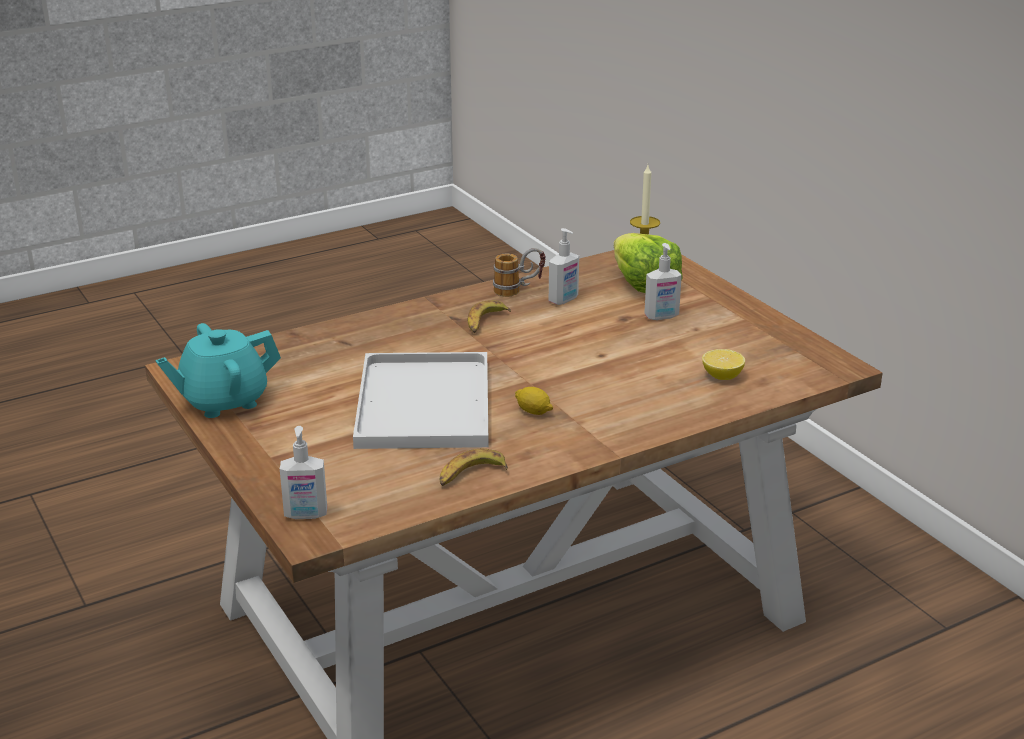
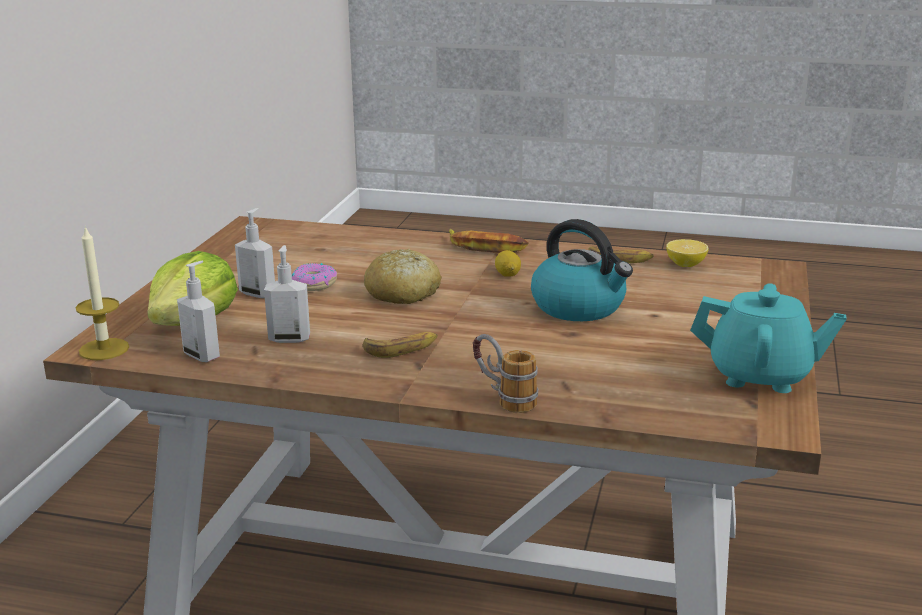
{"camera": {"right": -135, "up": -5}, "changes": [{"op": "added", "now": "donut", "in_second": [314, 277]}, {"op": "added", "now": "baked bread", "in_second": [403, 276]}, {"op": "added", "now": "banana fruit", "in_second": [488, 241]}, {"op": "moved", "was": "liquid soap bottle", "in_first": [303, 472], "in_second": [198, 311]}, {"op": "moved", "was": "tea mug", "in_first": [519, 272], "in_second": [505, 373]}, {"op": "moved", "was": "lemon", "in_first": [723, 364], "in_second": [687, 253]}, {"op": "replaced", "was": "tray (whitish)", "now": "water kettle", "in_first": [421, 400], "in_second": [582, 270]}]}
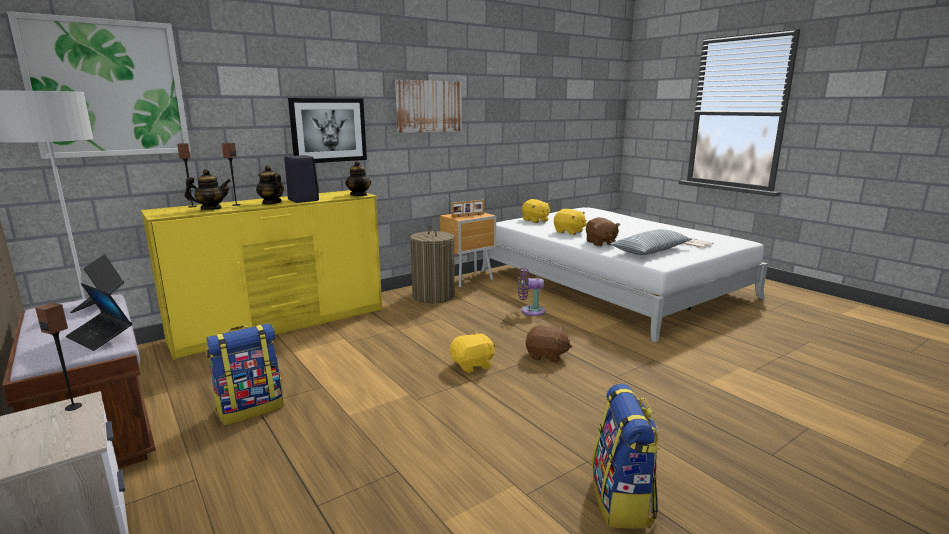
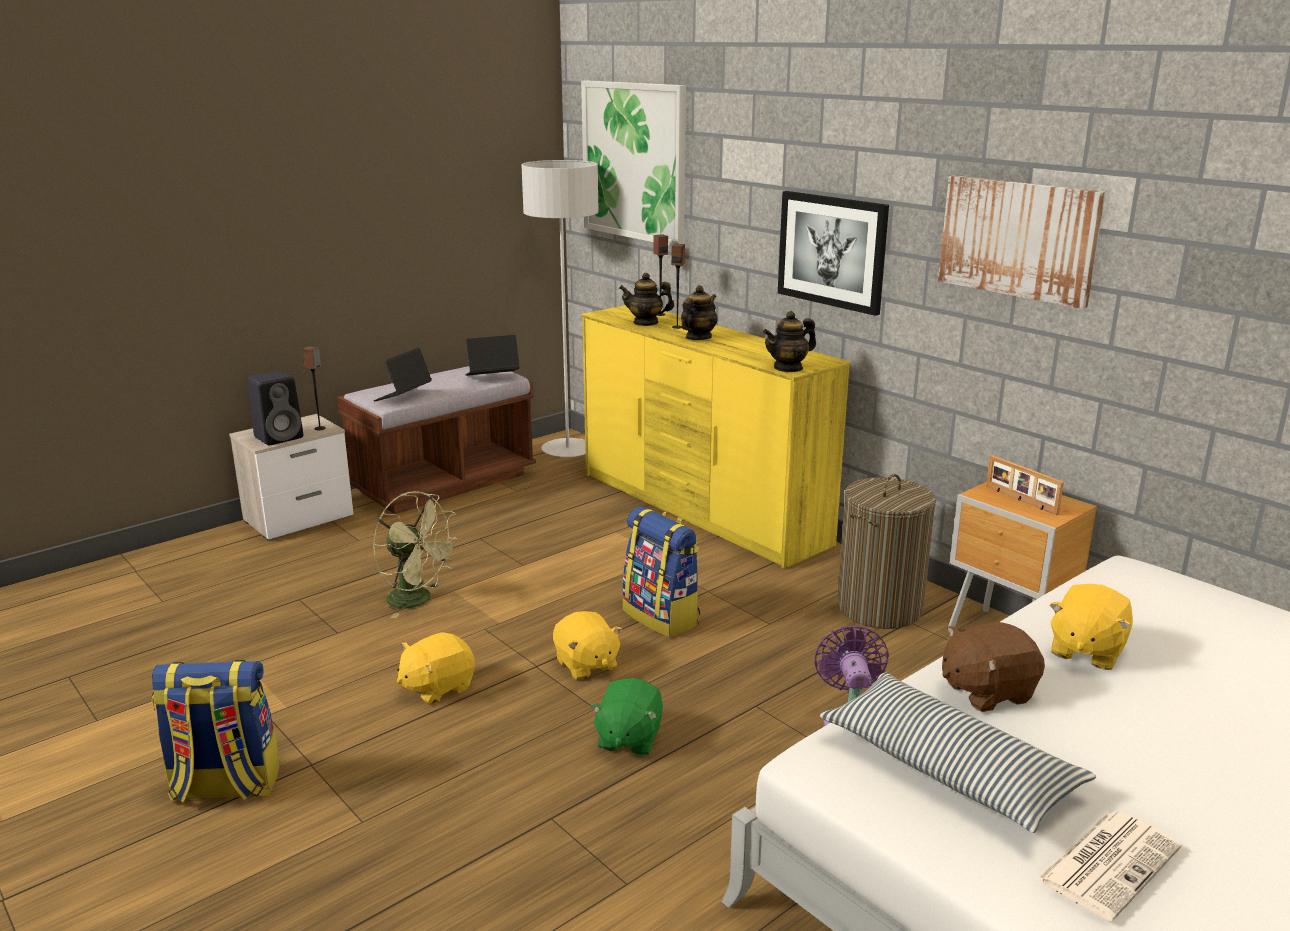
{"camera": {"right": 85, "up": 5}, "changes": [{"op": "added", "now": "fan (green)", "in_second": [417, 554]}, {"op": "moved", "was": "backpack", "in_first": [245, 374], "in_second": [661, 572]}, {"op": "moved", "was": "audio speaker (blackish)", "in_first": [301, 179], "in_second": [275, 408]}, {"op": "moved", "was": "cuddly toy (yellowish)", "in_first": [536, 211], "in_second": [436, 668]}, {"op": "recoloured", "was": "cuddly toy (brown)", "now": "cuddly toy (green)", "in_first": [548, 344], "in_second": [626, 717]}, {"op": "turned", "was": "pot for tea", "in_first": [208, 189], "in_second": [646, 299], "clockwise": 120}]}
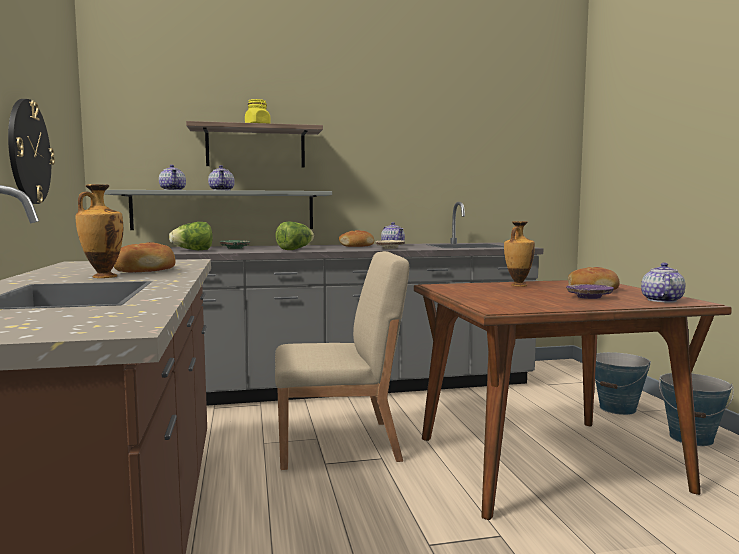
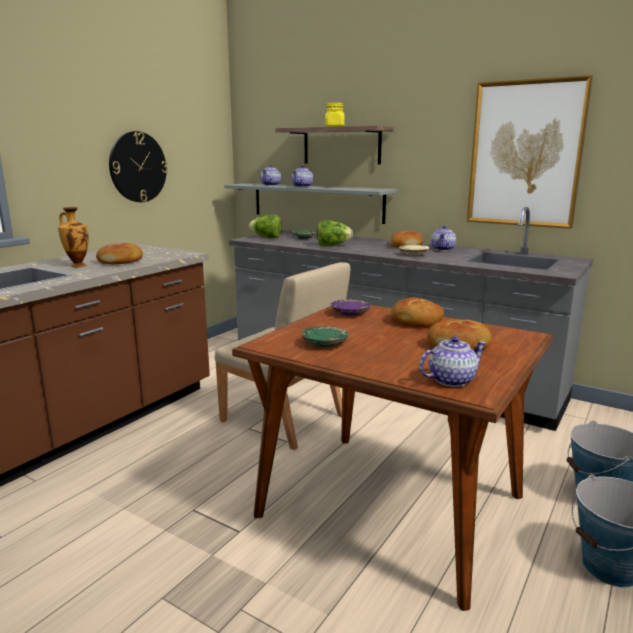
{"camera": {"right": 45, "up": 10}, "changes": [{"op": "added", "now": "plate (green)", "in_second": [325, 336]}, {"op": "added", "now": "wall art", "in_second": [530, 152]}, {"op": "moved", "was": "plate (purple)", "in_first": [590, 291], "in_second": [350, 308]}, {"op": "replaced", "was": "decorative vase", "now": "baked bread", "in_first": [519, 254], "in_second": [417, 312]}]}
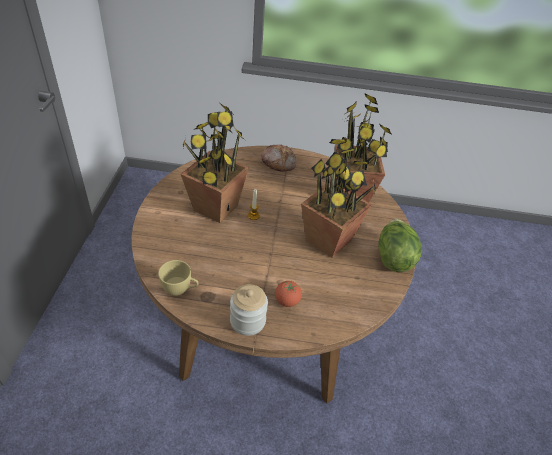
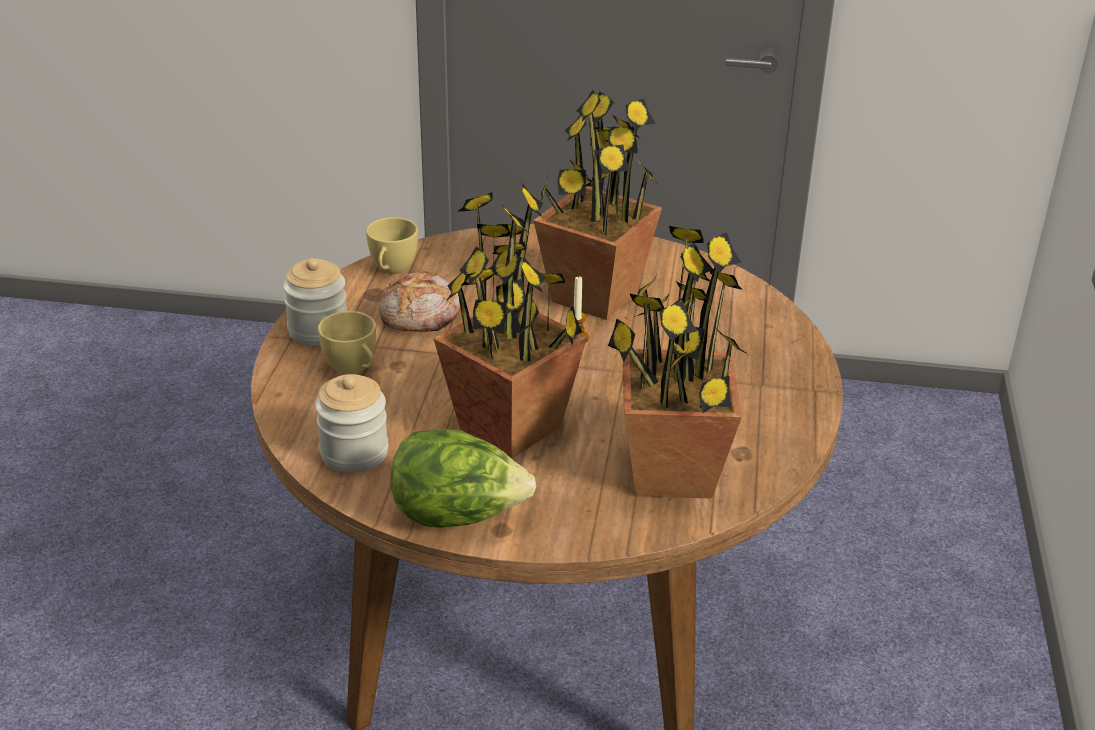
{"camera": {"right": 95, "up": -10}, "changes": [{"op": "added", "now": "jar", "in_second": [351, 423]}, {"op": "moved", "was": "baked bread", "in_first": [278, 158], "in_second": [419, 301]}, {"op": "replaced", "was": "fresh tomato", "now": "drinking cup (yellowish)", "in_first": [288, 294], "in_second": [347, 343]}]}
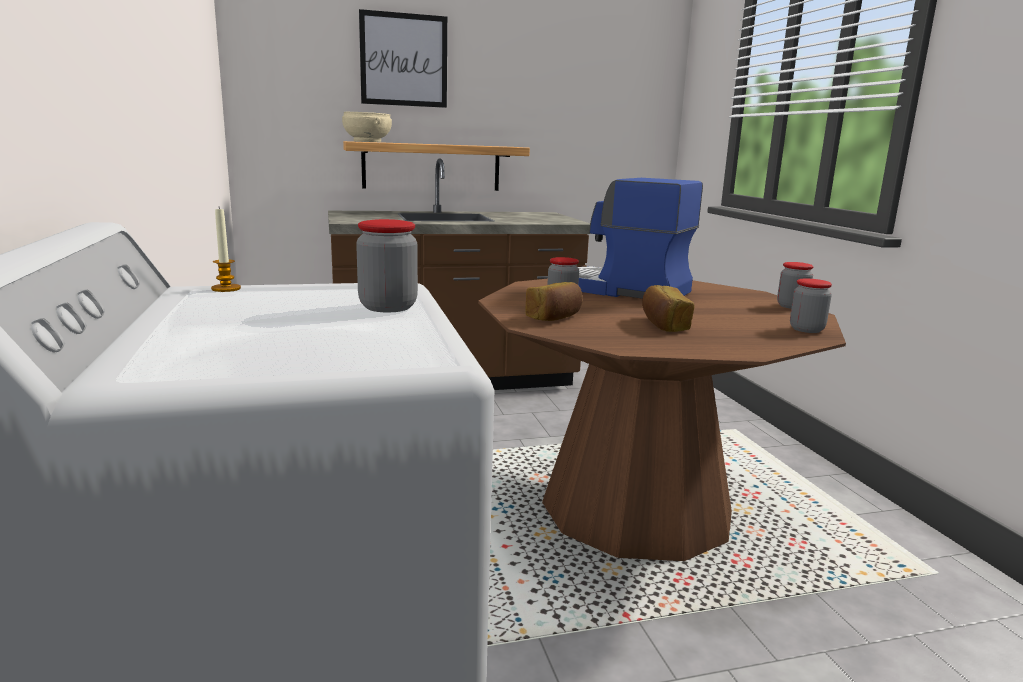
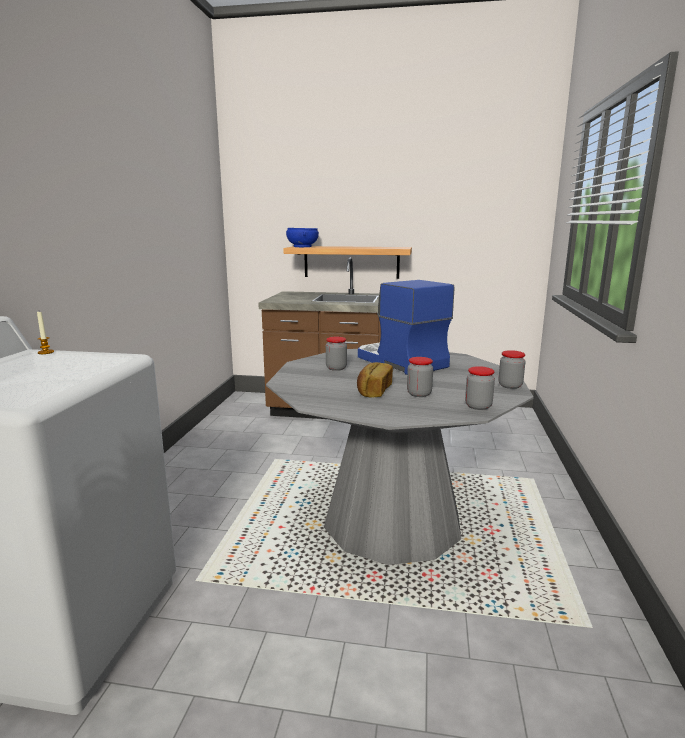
{"camera": {"right": 25, "up": 0}, "changes": [{"op": "removed", "was": "wall art", "in_first": [403, 58]}, {"op": "removed", "was": "baked bread", "in_first": [554, 301]}, {"op": "moved", "was": "jar", "in_first": [387, 265], "in_second": [420, 377]}, {"op": "recoloured", "was": "bowl (beige)", "now": "bowl (blue-coloured)", "in_first": [367, 127], "in_second": [302, 237]}, {"op": "recoloured", "was": "kitchen table (brown)", "now": "kitchen table (gray)", "in_first": [662, 420], "in_second": [400, 457]}]}
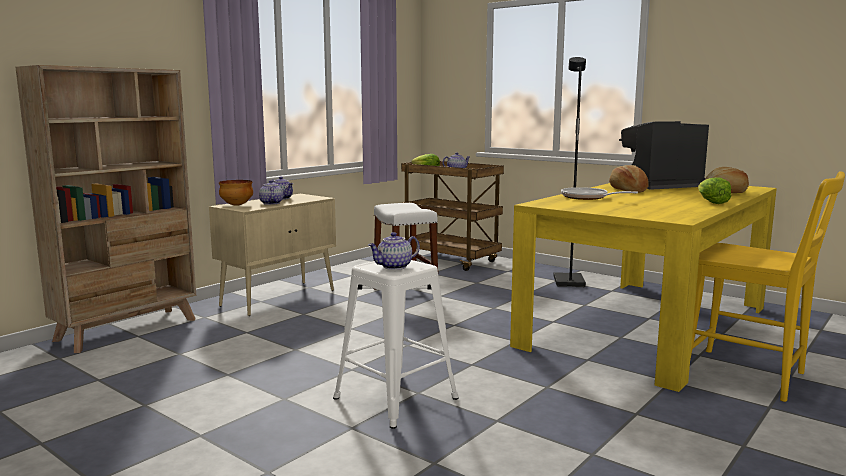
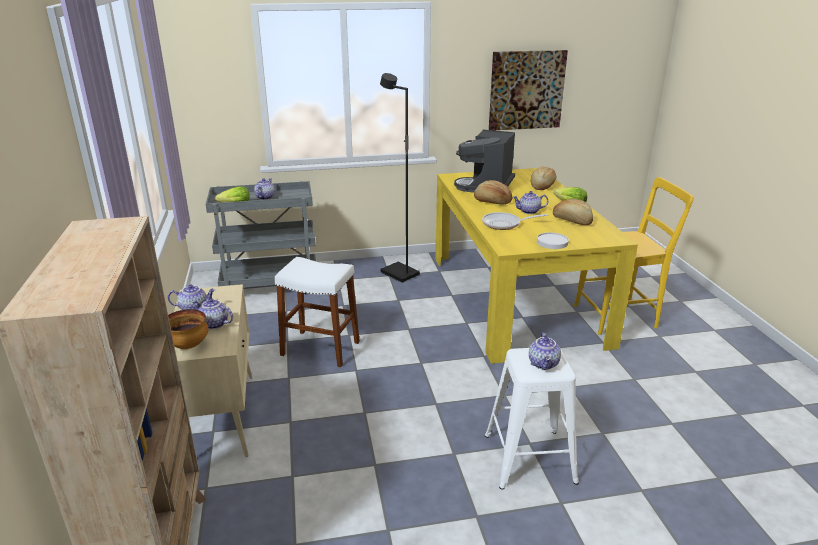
{"camera": {"right": -50, "up": 15}, "changes": [{"op": "added", "now": "wall art", "in_second": [528, 90]}, {"op": "added", "now": "pot for tea", "in_second": [530, 202]}, {"op": "added", "now": "plate (whitish)", "in_second": [553, 240]}, {"op": "added", "now": "baked bread", "in_second": [573, 212]}, {"op": "recoloured", "was": "trolley (brown)", "now": "trolley (gray)", "in_first": [452, 216], "in_second": [261, 238]}]}
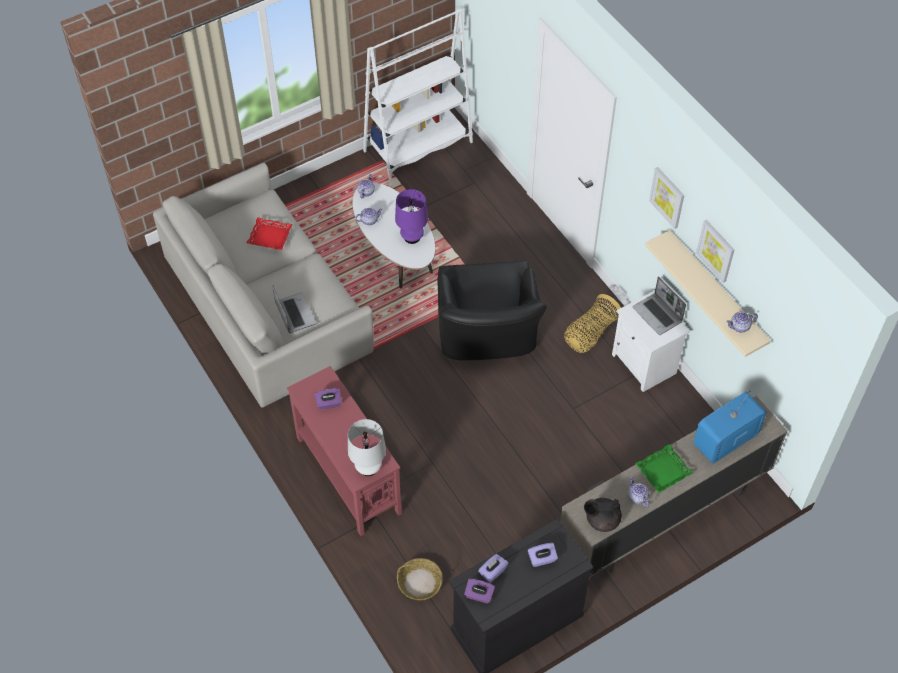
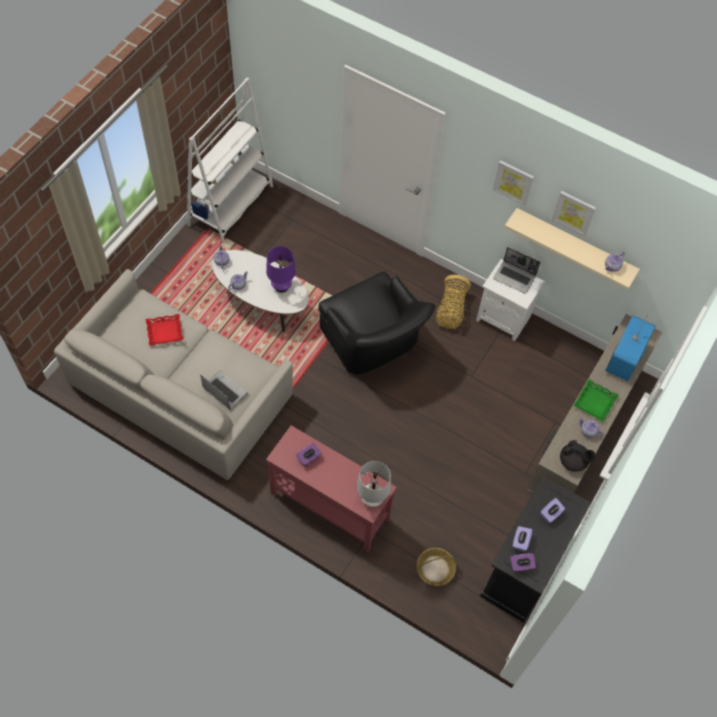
{"camera": {"right": -30, "up": 5}, "changes": [{"op": "turned", "was": "pot for tea (blackish)", "in_first": [603, 515], "in_second": [578, 456], "clockwise": -120}]}
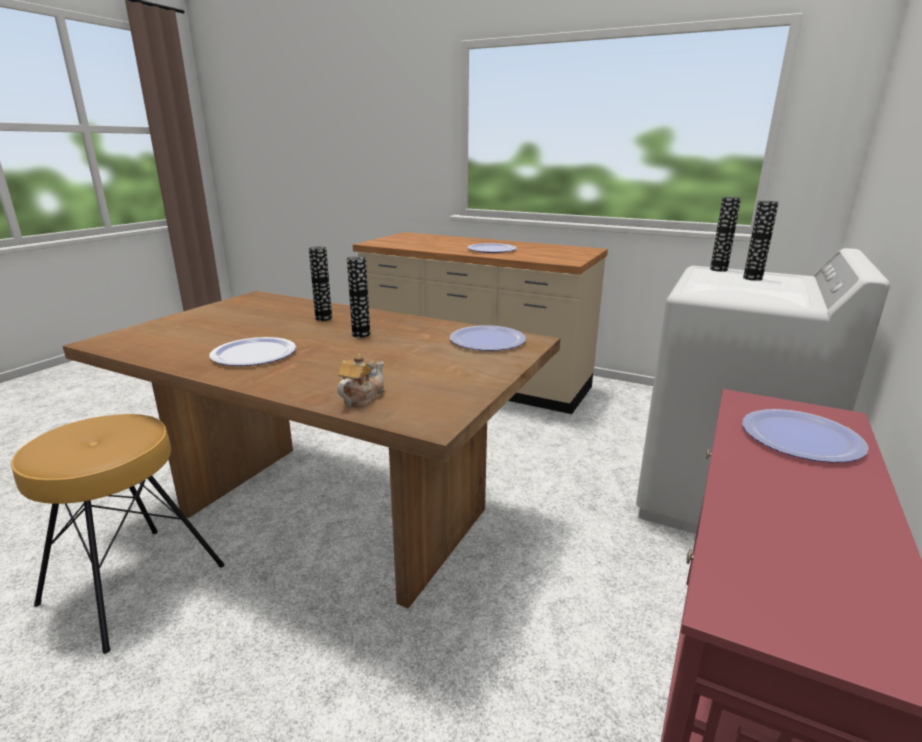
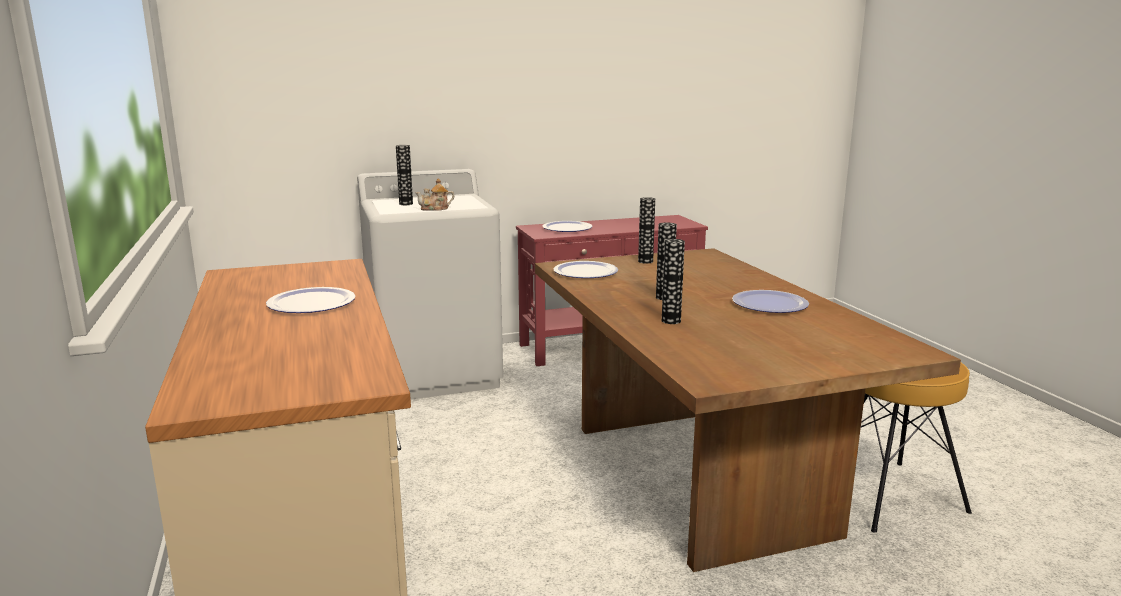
{"camera": {"right": -135, "up": -5}, "changes": [{"op": "moved", "was": "pot for tea", "in_first": [360, 381], "in_second": [434, 195]}, {"op": "moved", "was": "decorative vase", "in_first": [725, 234], "in_second": [646, 230]}]}
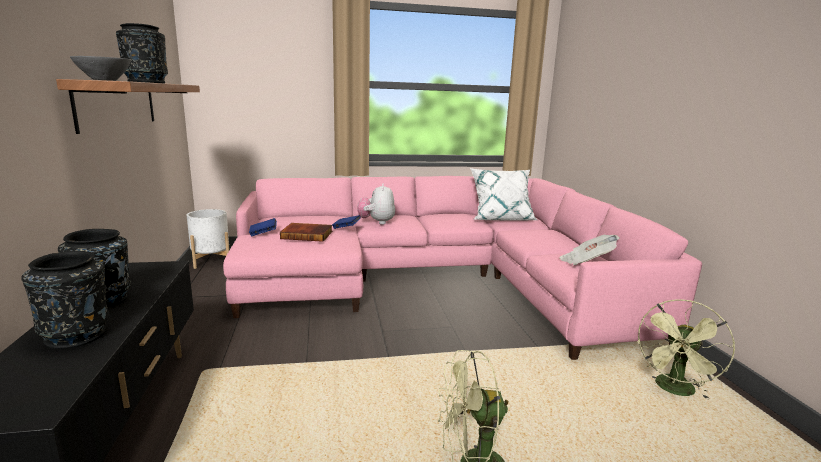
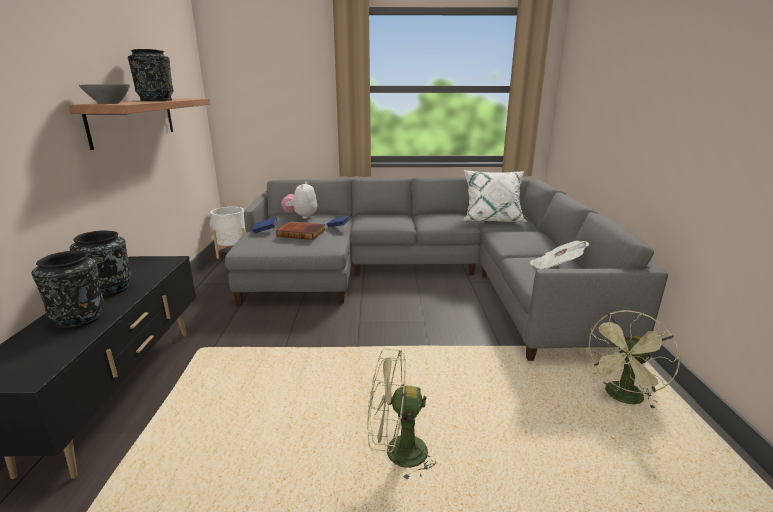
{"camera": {"right": 10, "up": 5}, "changes": [{"op": "moved", "was": "cuddly toy", "in_first": [376, 204], "in_second": [299, 200]}, {"op": "recoloured", "was": "sofa (pink)", "now": "sofa (gray)", "in_first": [462, 268], "in_second": [446, 269]}]}
